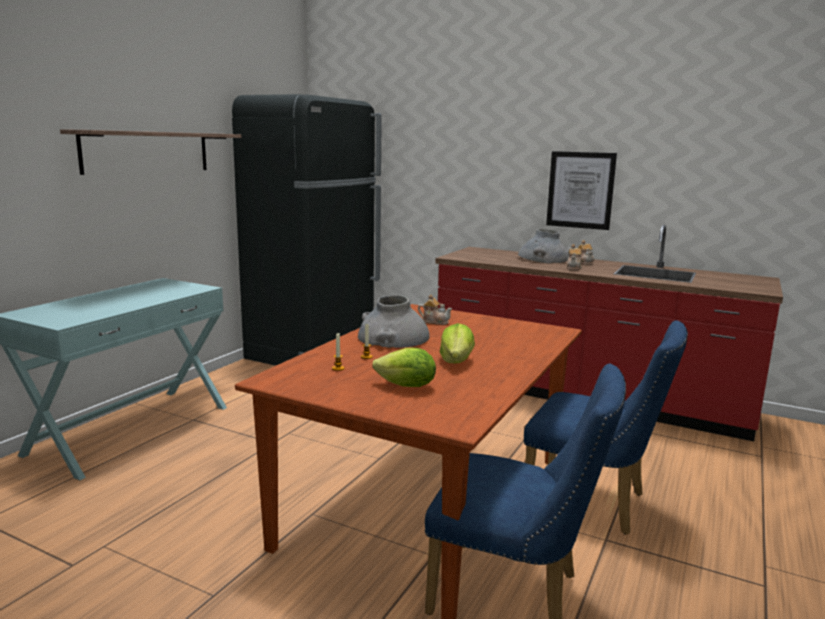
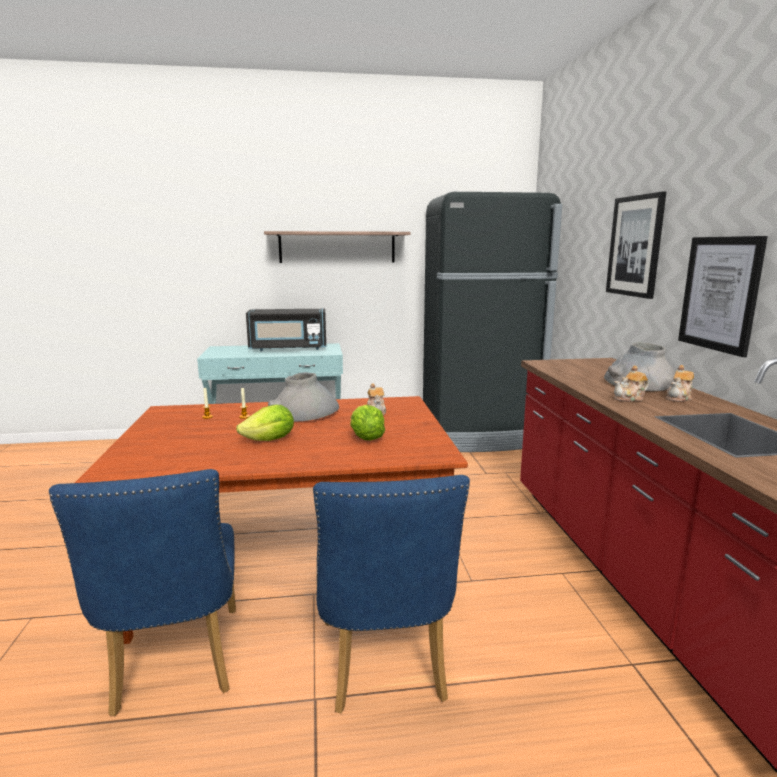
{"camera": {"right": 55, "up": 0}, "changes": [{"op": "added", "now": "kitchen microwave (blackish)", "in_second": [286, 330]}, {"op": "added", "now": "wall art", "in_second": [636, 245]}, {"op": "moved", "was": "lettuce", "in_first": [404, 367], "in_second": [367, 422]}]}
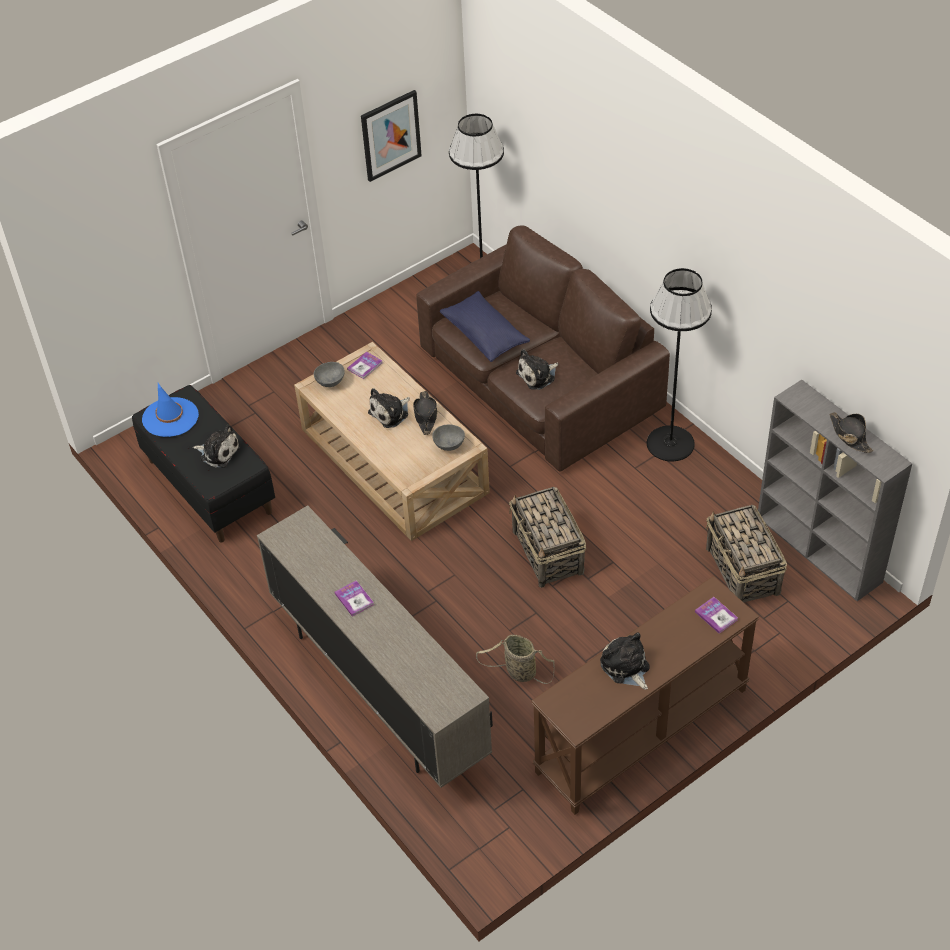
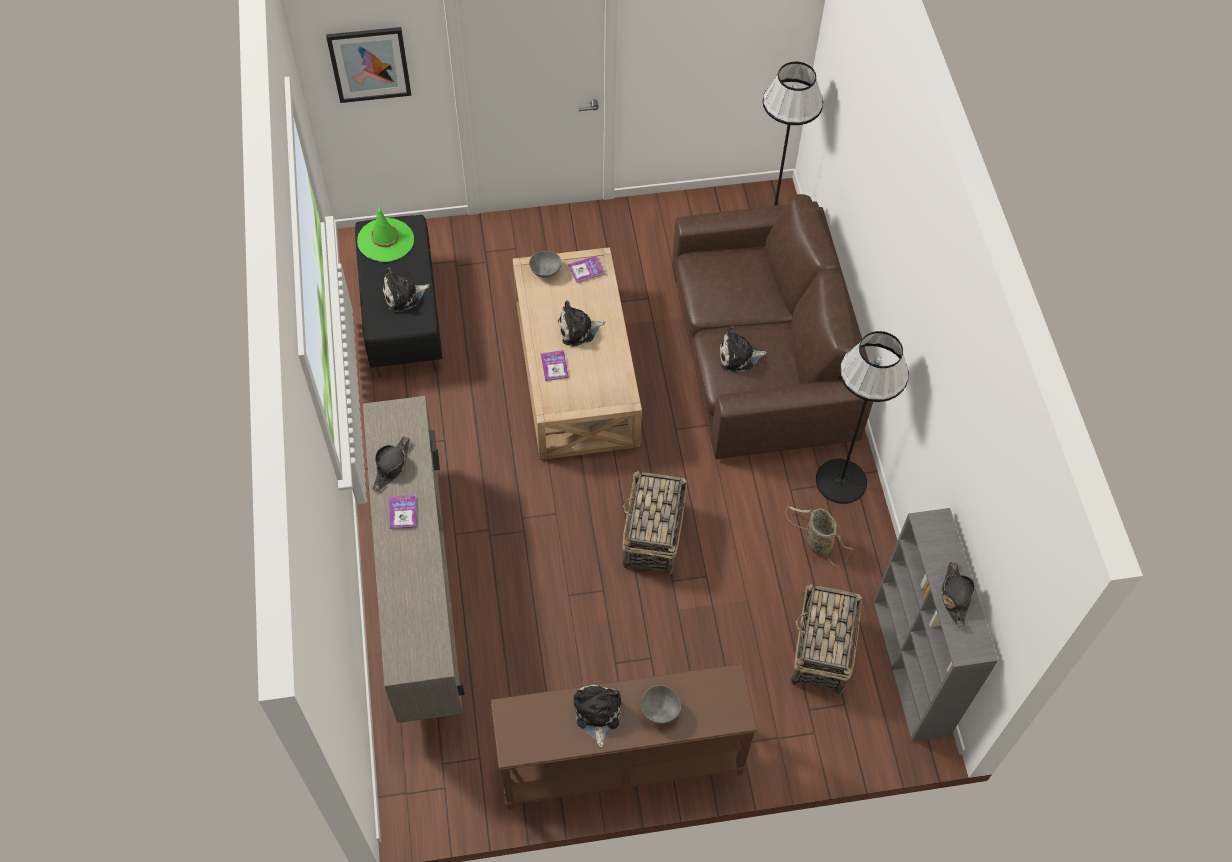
{"camera": {"right": 25, "up": 10}, "changes": [{"op": "removed", "was": "cushion (blue-coloured)", "in_first": [485, 326]}, {"op": "moved", "was": "wall art", "in_first": [391, 136], "in_second": [369, 65]}, {"op": "moved", "was": "clothing hat (blackish)", "in_first": [425, 413], "in_second": [391, 463]}, {"op": "moved", "was": "bowl (gray)", "in_first": [448, 437], "in_second": [661, 704]}, {"op": "moved", "was": "storage basket", "in_first": [515, 659], "in_second": [819, 536]}, {"op": "moved", "was": "bound book", "in_first": [716, 615], "in_second": [555, 365]}, {"op": "recoloured", "was": "clothing hat (blue-coloured)", "now": "clothing hat (green)", "in_first": [170, 410], "in_second": [385, 234]}, {"op": "turned", "was": "cuddly toy", "in_first": [217, 446], "in_second": [406, 289], "clockwise": 105}]}
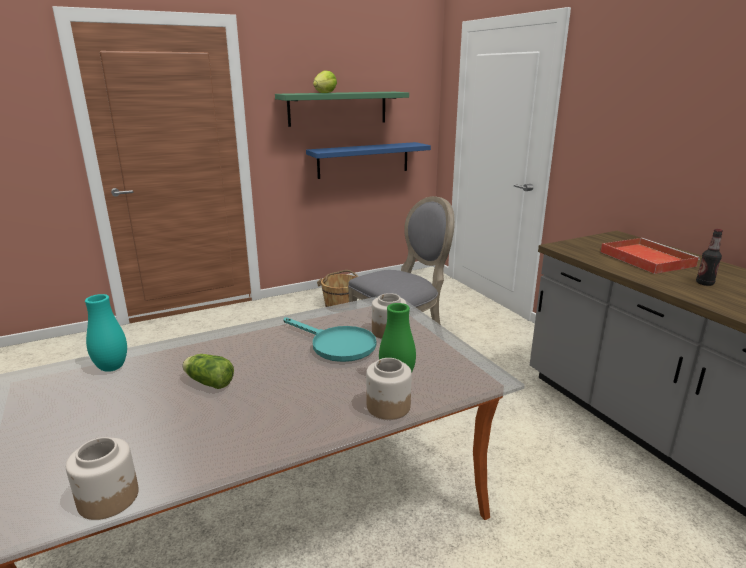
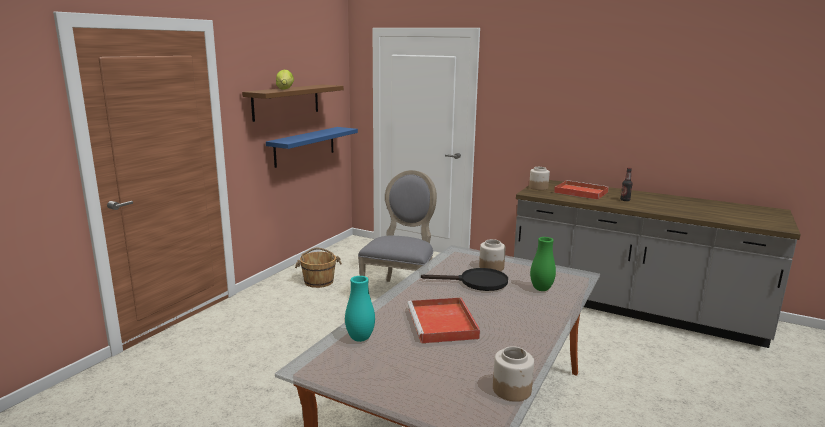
{"camera": {"right": -35, "up": -5}, "changes": [{"op": "moved", "was": "jar", "in_first": [389, 389], "in_second": [539, 178]}, {"op": "replaced", "was": "lettuce", "now": "tray (red-coloured)", "in_first": [208, 371], "in_second": [443, 320]}, {"op": "recoloured", "was": "wall shelf (green)", "now": "wall shelf (brown)", "in_first": [342, 109], "in_second": [293, 103]}, {"op": "recoloured", "was": "pan (turquoise)", "now": "pan (blackish)", "in_first": [330, 339], "in_second": [464, 279]}]}
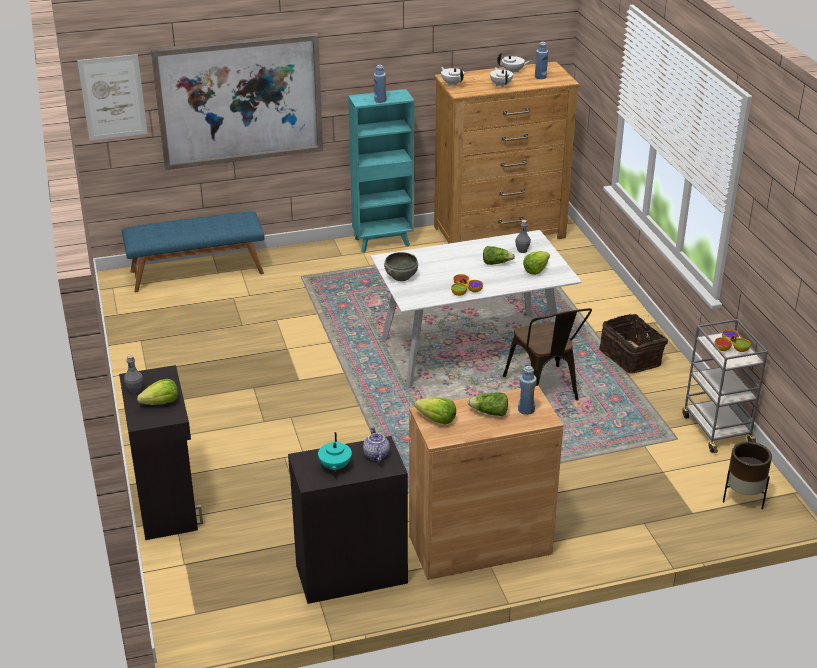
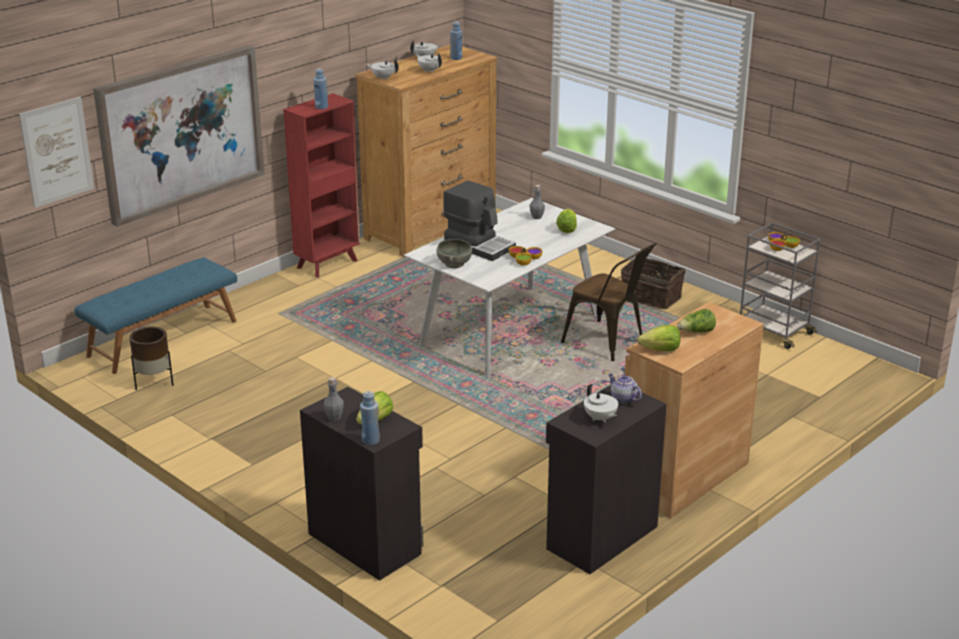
{"camera": {"right": -30, "up": -5}, "changes": [{"op": "removed", "was": "lettuce", "in_first": [499, 255]}, {"op": "added", "now": "coffee machine", "in_second": [479, 220]}, {"op": "moved", "was": "beverage bottle (blue-coloured)", "in_first": [527, 390], "in_second": [370, 418]}, {"op": "moved", "was": "flower pot (brown)", "in_first": [747, 476], "in_second": [151, 358]}, {"op": "recoloured", "was": "pot for tea (turquoise)", "now": "pot for tea (whitish)", "in_first": [335, 451], "in_second": [601, 403]}, {"op": "recoloured", "was": "shelving unit (turquoise)", "now": "shelving unit (red-coloured)", "in_first": [381, 171], "in_second": [321, 185]}]}
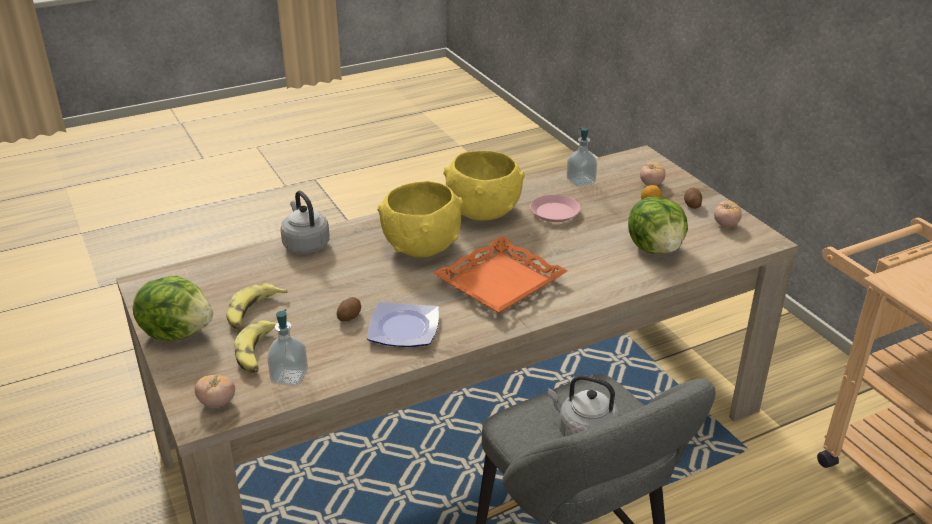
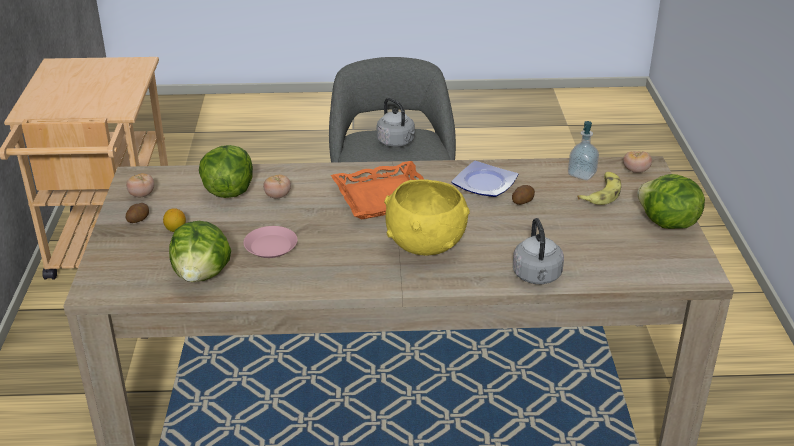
{"camera": {"right": -155, "up": 0}, "changes": [{"op": "removed", "was": "banana fruit", "in_first": [257, 306]}, {"op": "removed", "was": "bowl (yellowish)", "in_first": [484, 185]}, {"op": "moved", "was": "fresh tomato", "in_first": [653, 174], "in_second": [277, 186]}, {"op": "replaced", "was": "liquid soap bottle", "now": "lettuce", "in_first": [582, 157], "in_second": [200, 251]}]}
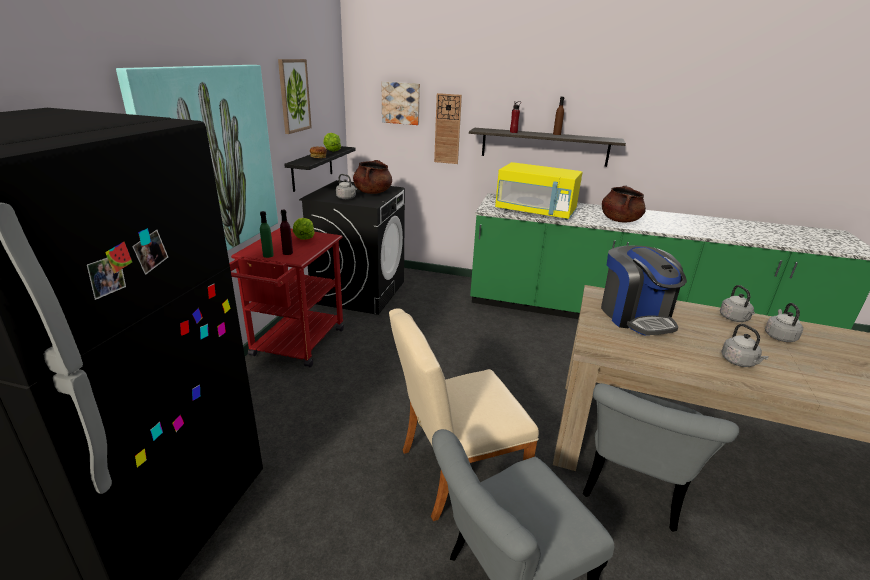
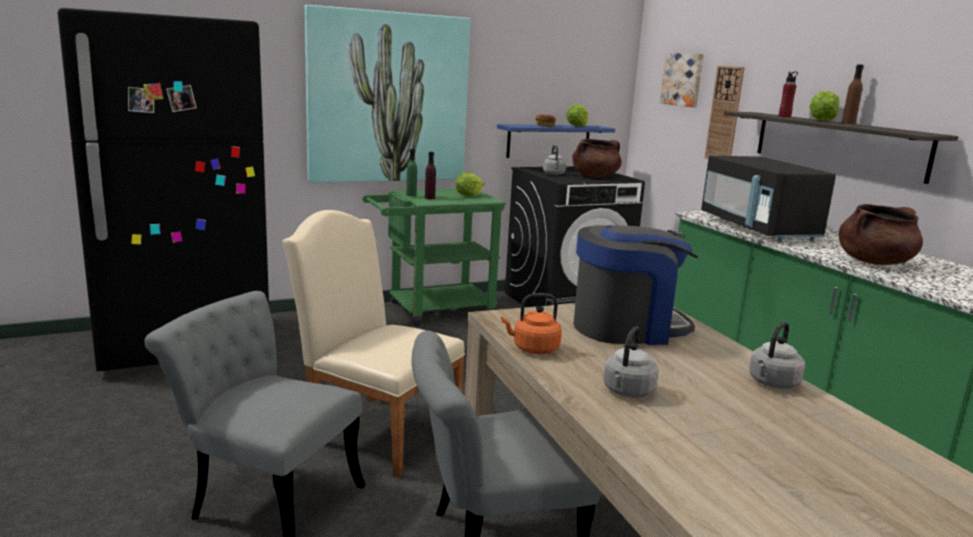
{"camera": {"right": 50, "up": -10}, "changes": [{"op": "removed", "was": "wall art", "in_first": [295, 96]}, {"op": "removed", "was": "water kettle (gray)", "in_first": [784, 322]}, {"op": "added", "now": "water kettle (orangey)", "in_second": [531, 323]}, {"op": "added", "now": "lettuce", "in_second": [824, 106]}, {"op": "recoloured", "was": "trolley (red-coloured)", "now": "trolley (green)", "in_first": [286, 297], "in_second": [434, 257]}, {"op": "recoloured", "was": "wall shelf (blackish)", "now": "wall shelf (blue-coloured)", "in_first": [319, 169], "in_second": [556, 141]}, {"op": "recoloured", "was": "kitchen microwave (yellowish)", "now": "kitchen microwave (blackish)", "in_first": [539, 191], "in_second": [768, 199]}, {"op": "turned", "was": "coffee machine", "in_first": [644, 290], "in_second": [635, 285], "clockwise": -135}]}
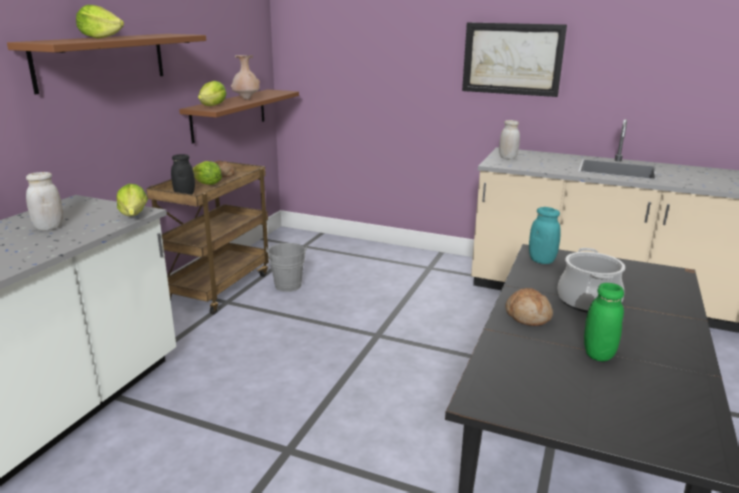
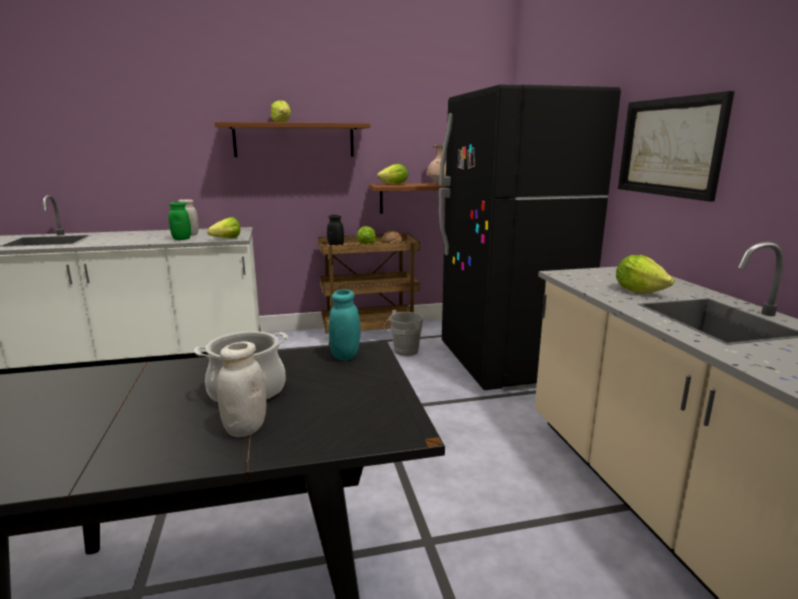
{"camera": {"right": 55, "up": -5}, "changes": [{"op": "removed", "was": "baked bread", "in_first": [529, 307]}, {"op": "added", "now": "refrigerator (blackish)", "in_second": [530, 237]}, {"op": "added", "now": "lettuce", "in_second": [645, 274]}, {"op": "moved", "was": "jar (whitish)", "in_first": [509, 140], "in_second": [242, 389]}, {"op": "moved", "was": "jar (green)", "in_first": [604, 322], "in_second": [179, 221]}]}
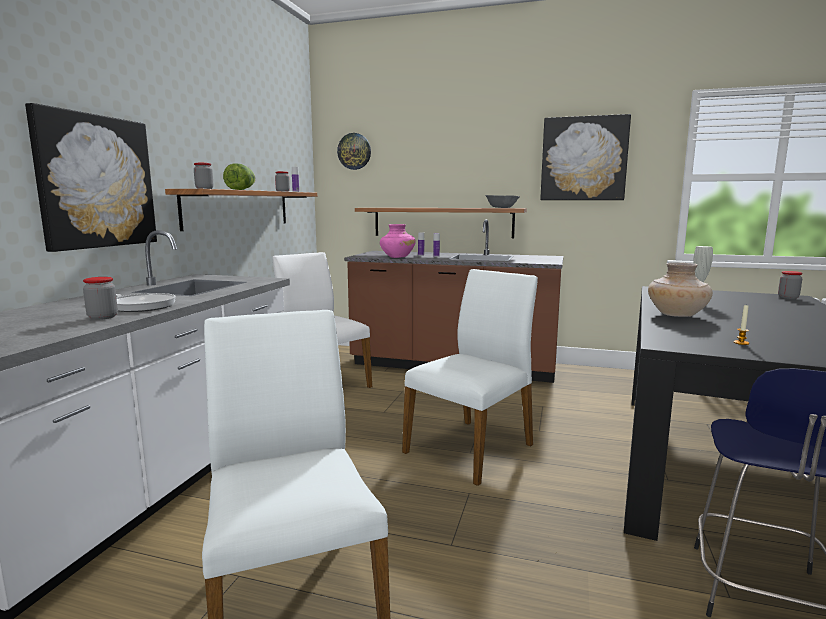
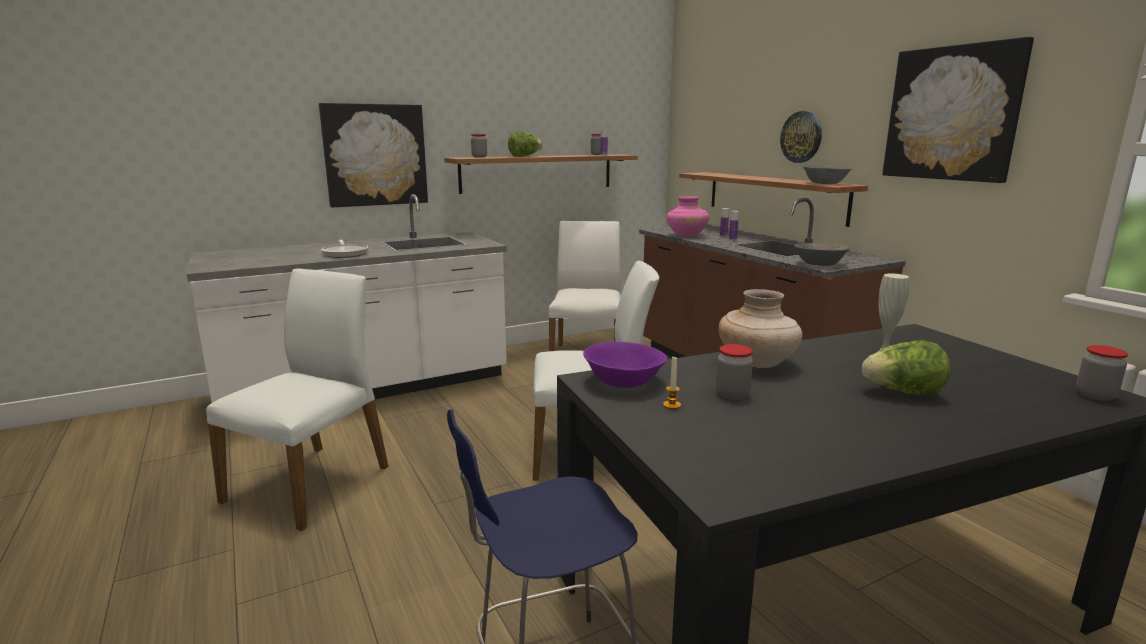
{"camera": {"right": 45, "up": 5}, "changes": [{"op": "added", "now": "bowl (purple)", "in_second": [625, 365]}, {"op": "added", "now": "bowl (gray)", "in_second": [822, 254]}, {"op": "added", "now": "lettuce", "in_second": [906, 367]}, {"op": "moved", "was": "jar", "in_first": [100, 298], "in_second": [734, 372]}, {"op": "moved", "was": "wall clock", "in_first": [354, 151], "in_second": [801, 137]}]}
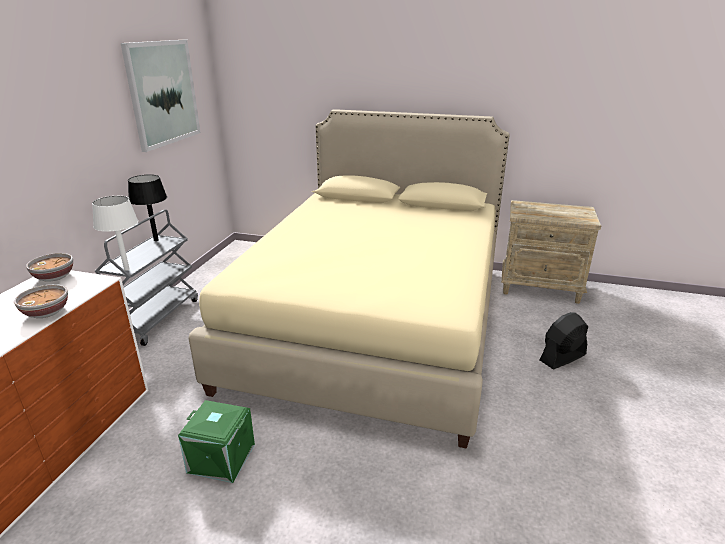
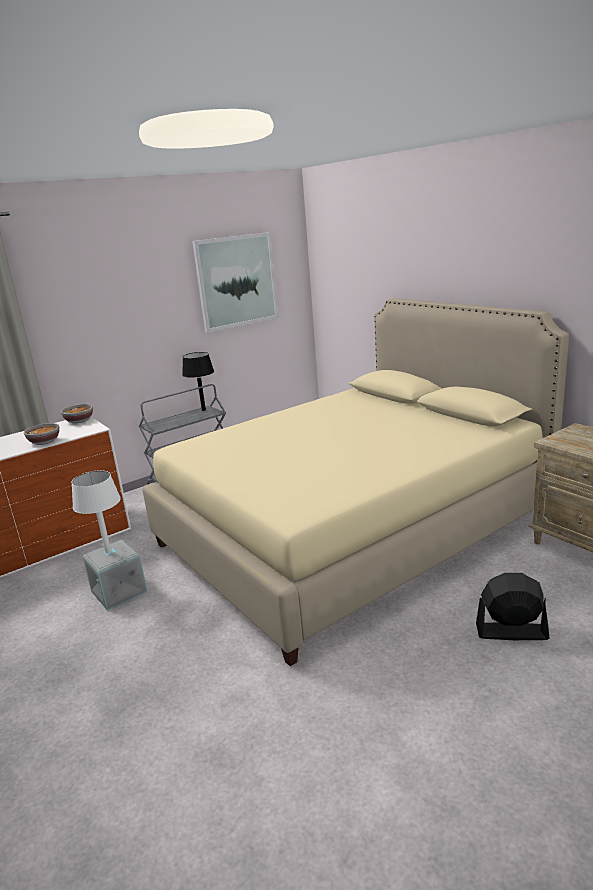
{"camera": {"right": 40, "up": -5}, "changes": [{"op": "moved", "was": "lamp for a table (whitish)", "in_first": [115, 233], "in_second": [96, 511]}, {"op": "recoloured", "was": "storage bin (green)", "now": "storage bin (gray)", "in_first": [216, 441], "in_second": [114, 575]}]}
